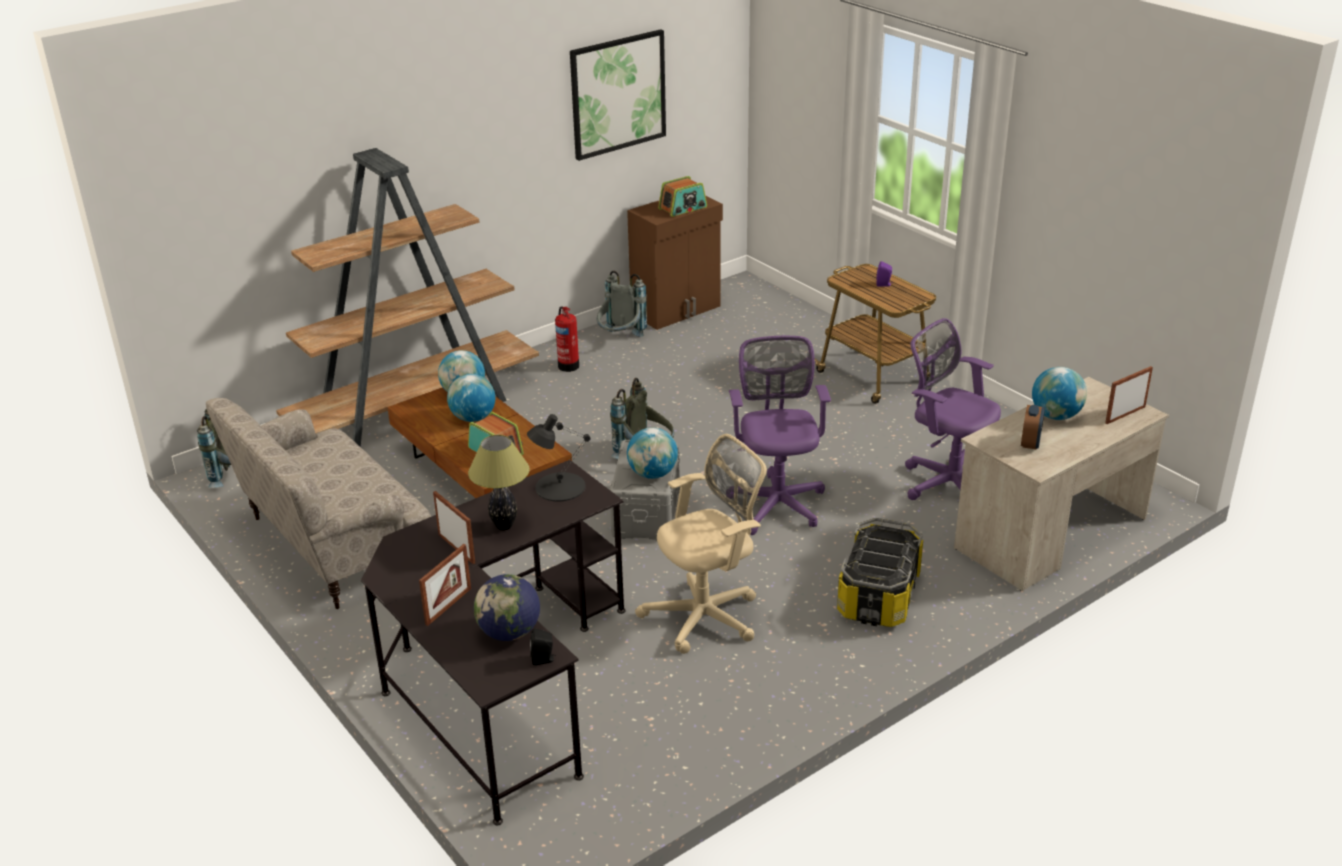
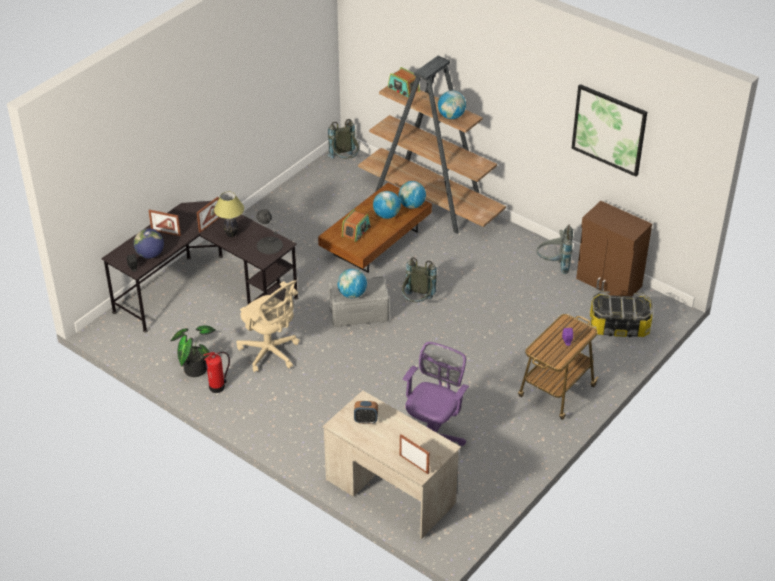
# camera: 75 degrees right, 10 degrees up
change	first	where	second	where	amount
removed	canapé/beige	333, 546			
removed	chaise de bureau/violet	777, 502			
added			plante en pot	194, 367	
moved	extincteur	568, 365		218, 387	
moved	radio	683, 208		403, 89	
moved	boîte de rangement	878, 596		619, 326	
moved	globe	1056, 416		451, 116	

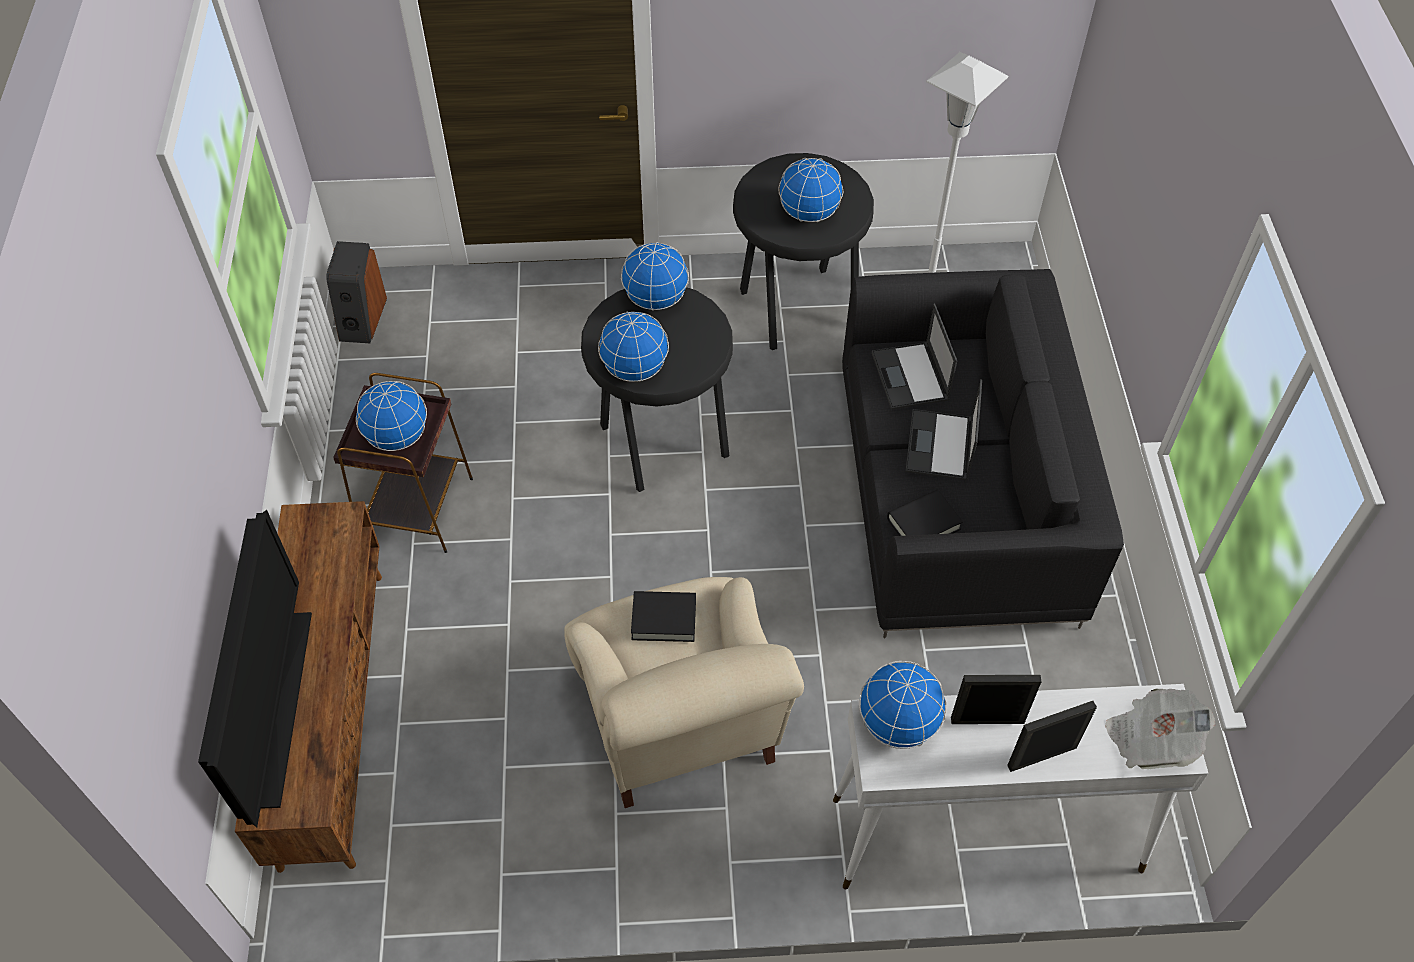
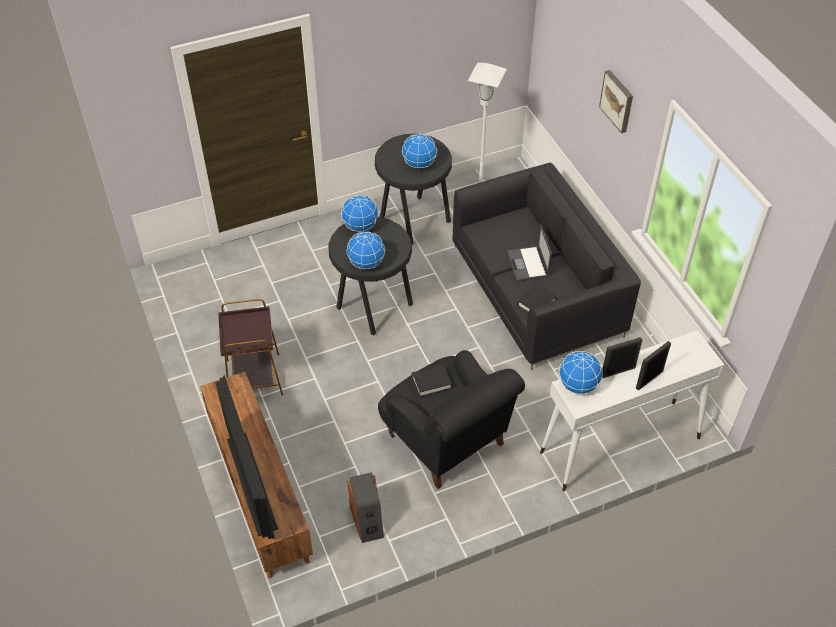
# camera: 20 degrees left, 5 degrees down
change	first	where	second	where	amount
removed	globe	398, 437			
removed	ordinateur portable	910, 377			
removed	journal	1151, 739			
added			tableau	618, 101	
moved	enceinte	362, 318		367, 521	
recoloured	fauteuil/beige	679, 724	fauteuil/noir	447, 441	

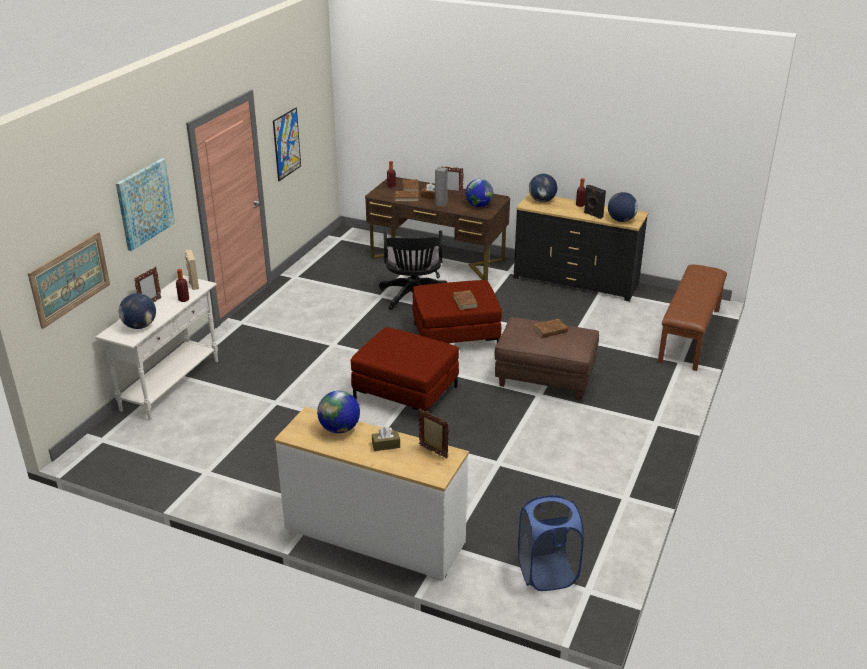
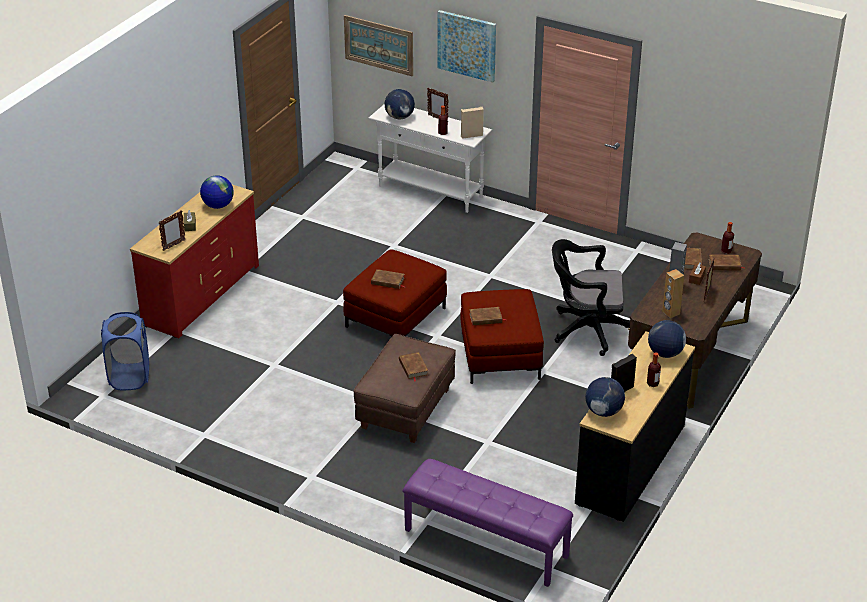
# camera: 95 degrees right, 5 degrees up
change	first	where	second	where	amount
removed	tableau	286, 144			
added			livre/marron	387, 281	
replaced	globe	479, 206	enceinte/marron	670, 313	
recoloured	commode/blanc	374, 536	commode/rouge	201, 295	
recoloured	banc/marron	690, 335	banc/violet	485, 543	

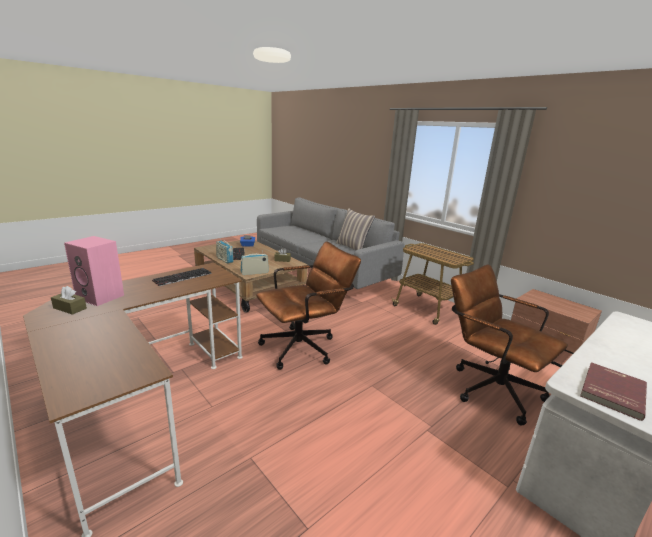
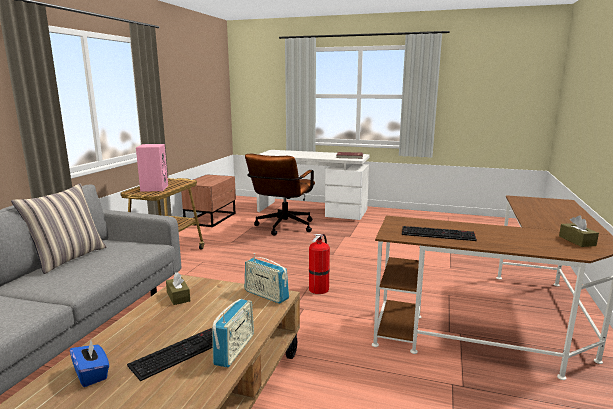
# camera: 120 degrees left, 5 degrees down
change	first	where	second	where	amount
moved	enceinte/rose	101, 296		154, 188	
replaced	chaise de bureau/marron	305, 346	extincteur	319, 289	

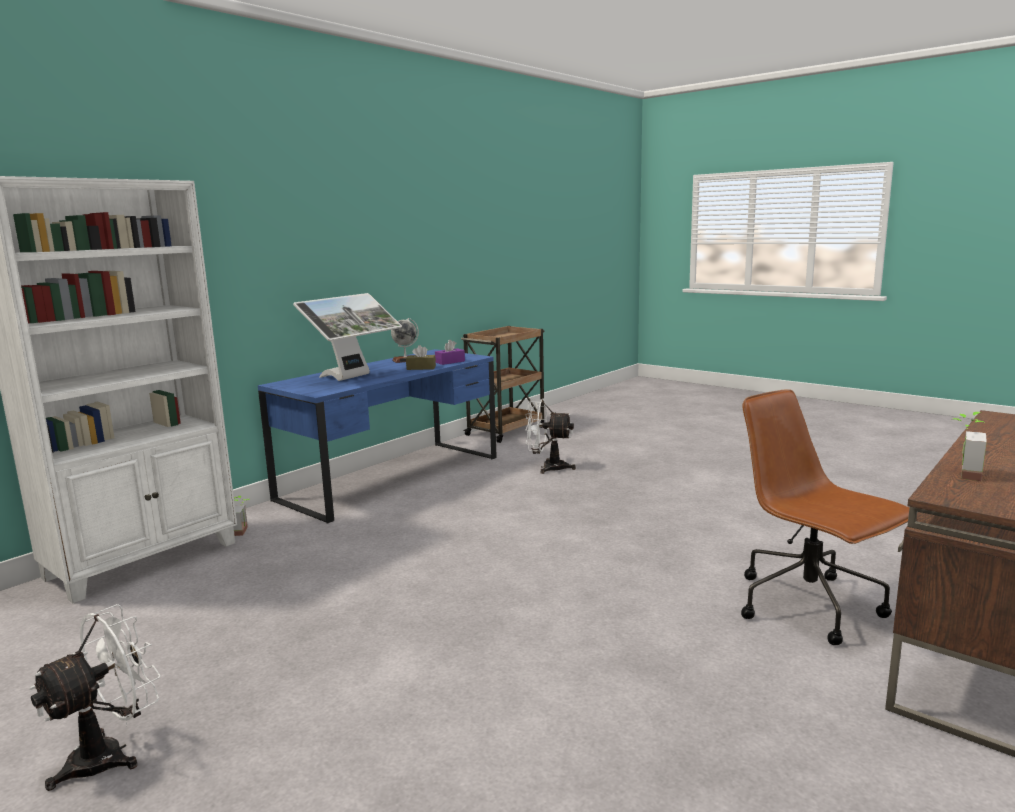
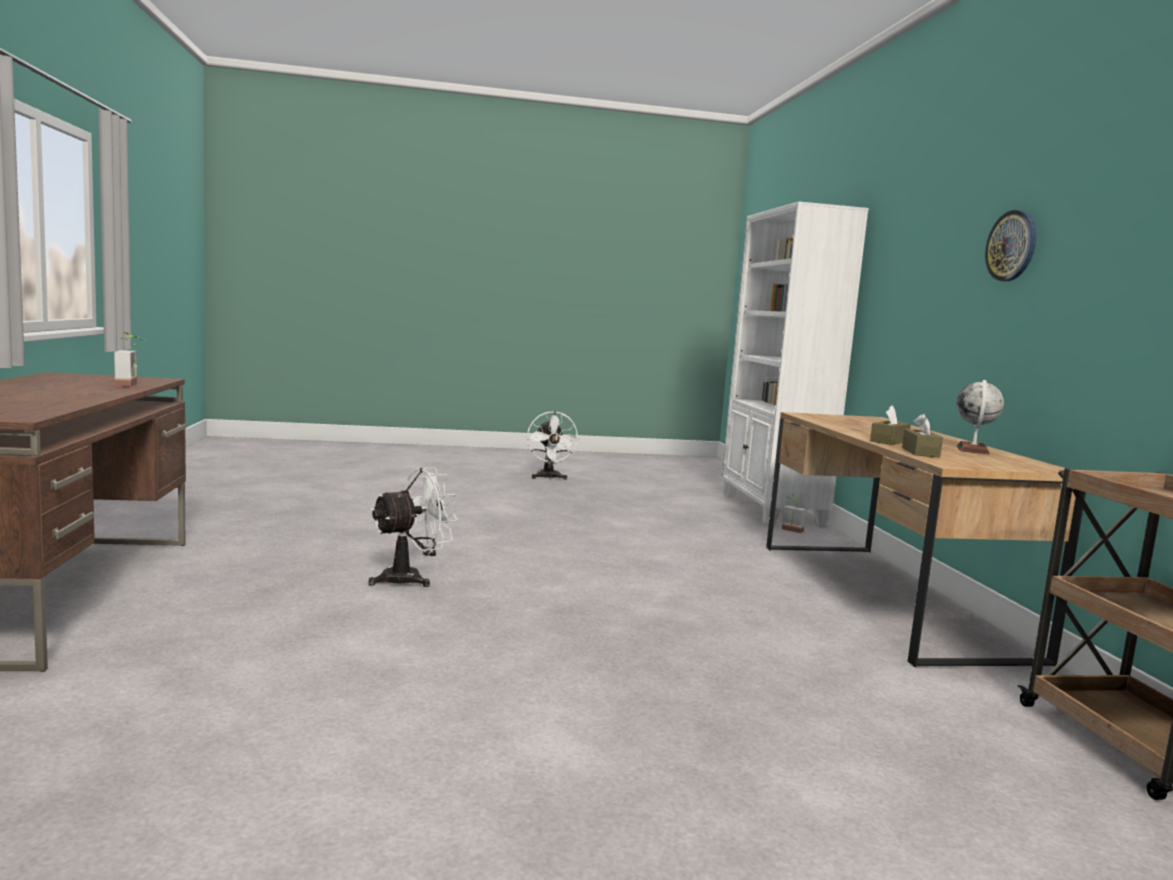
# camera: 130 degrees right, 5 degrees down
change	first	where	second	where	amount
removed	écran d'ordinateur	353, 377			
removed	chaise de bureau/marron	810, 606			
added			horloge murale	1012, 246	
moved	ventilateur/blanc	547, 467		411, 578	
recoloured	bureau/bleu	392, 478	bureau/marron	884, 596	
recoloured	boîte à mouchoirs/violet	450, 362	boîte à mouchoirs/marron	920, 452	

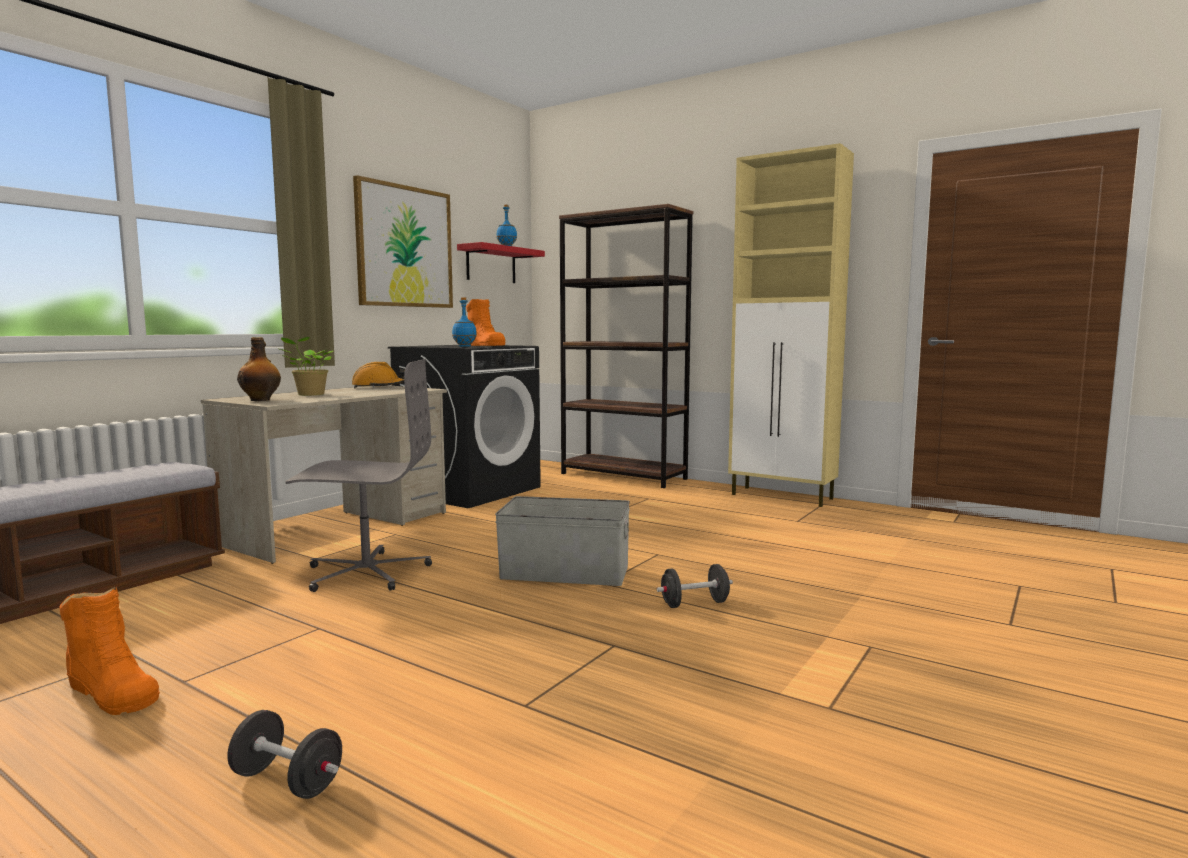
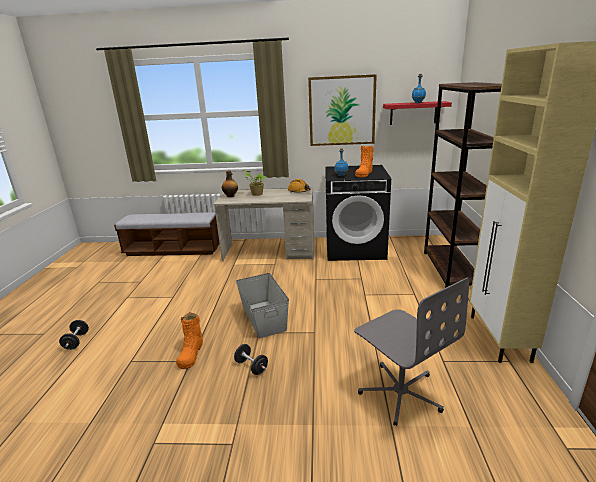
# camera: 60 degrees right, 15 degrees up
change	first	where	second	where	amount
moved	botte/orange	112, 692		191, 353	
moved	chaise de bureau/gris	366, 572		400, 393	

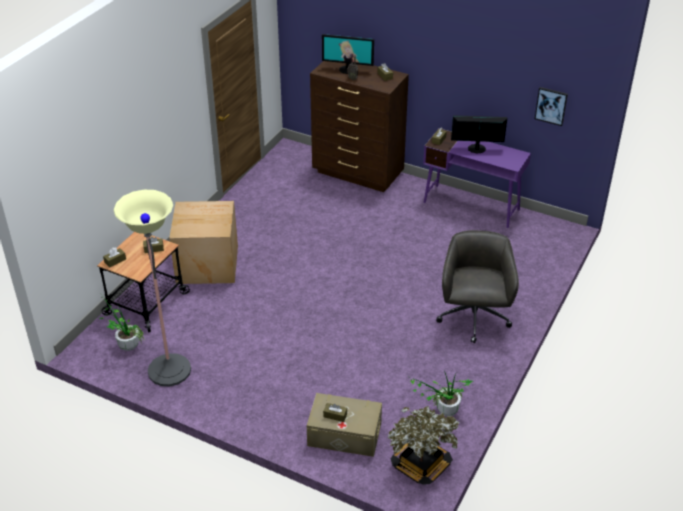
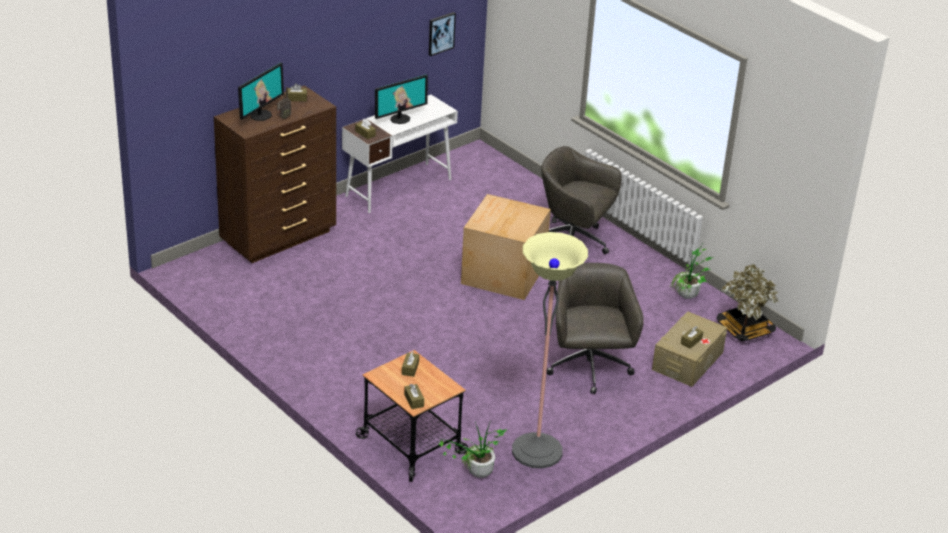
# camera: 70 degrees left, 5 degrees down
change	first	where	second	where	amount
added			chaise de bureau/gris	589, 368	
moved	carton	206, 263		502, 274	
recoloured	bureau/violet	471, 206	bureau/blanc	399, 187	
turned	écran d'ordinateur	476, 149		400, 119	150 degrees counterclockwise

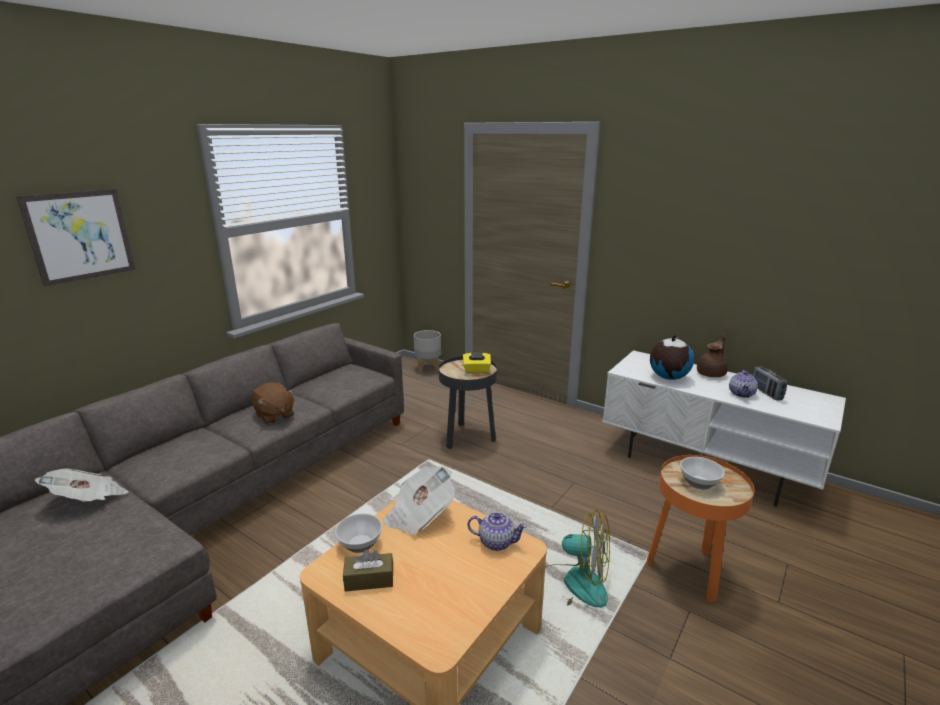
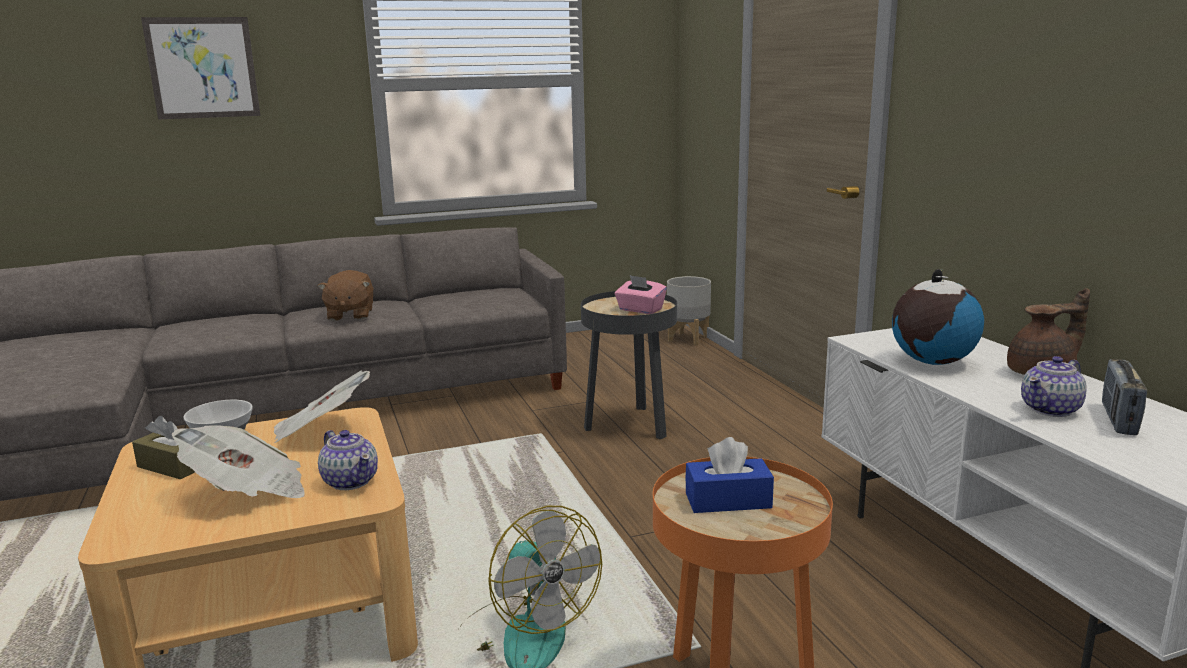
# camera: 35 degrees right, 5 degrees down
change	first	where	second	where	amount
moved	journal	89, 500		248, 491	
replaced	bol	699, 483	boîte à mouchoirs/bleu	728, 500	
recoloured	boîte à mouchoirs/jaune	476, 370	boîte à mouchoirs/rose	640, 310	

